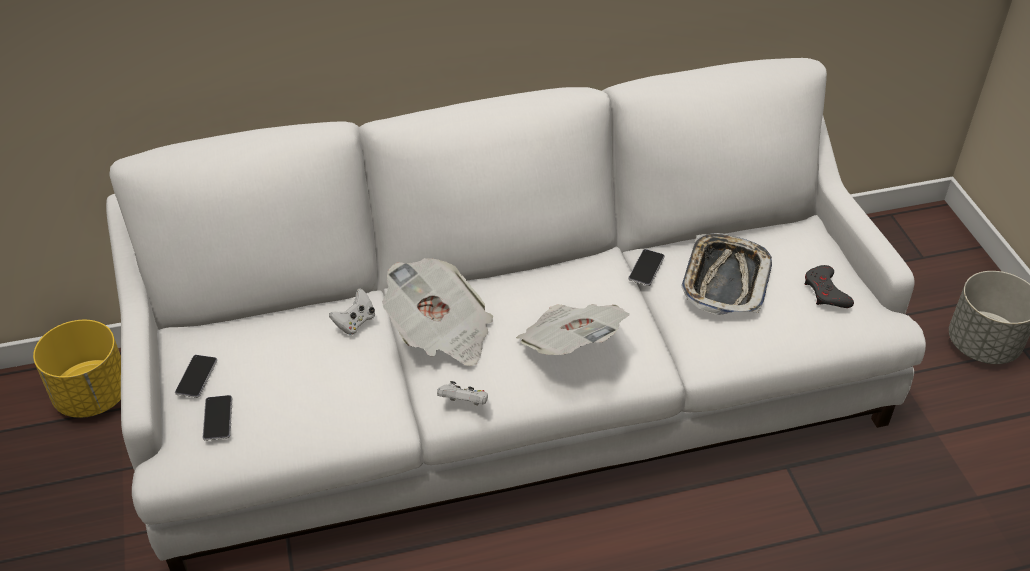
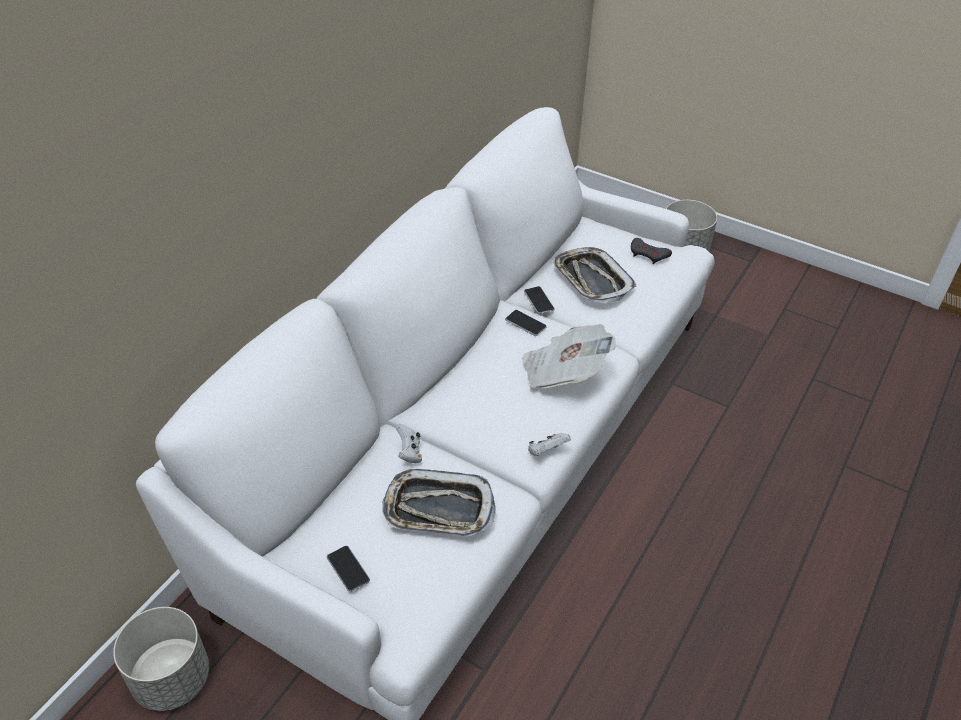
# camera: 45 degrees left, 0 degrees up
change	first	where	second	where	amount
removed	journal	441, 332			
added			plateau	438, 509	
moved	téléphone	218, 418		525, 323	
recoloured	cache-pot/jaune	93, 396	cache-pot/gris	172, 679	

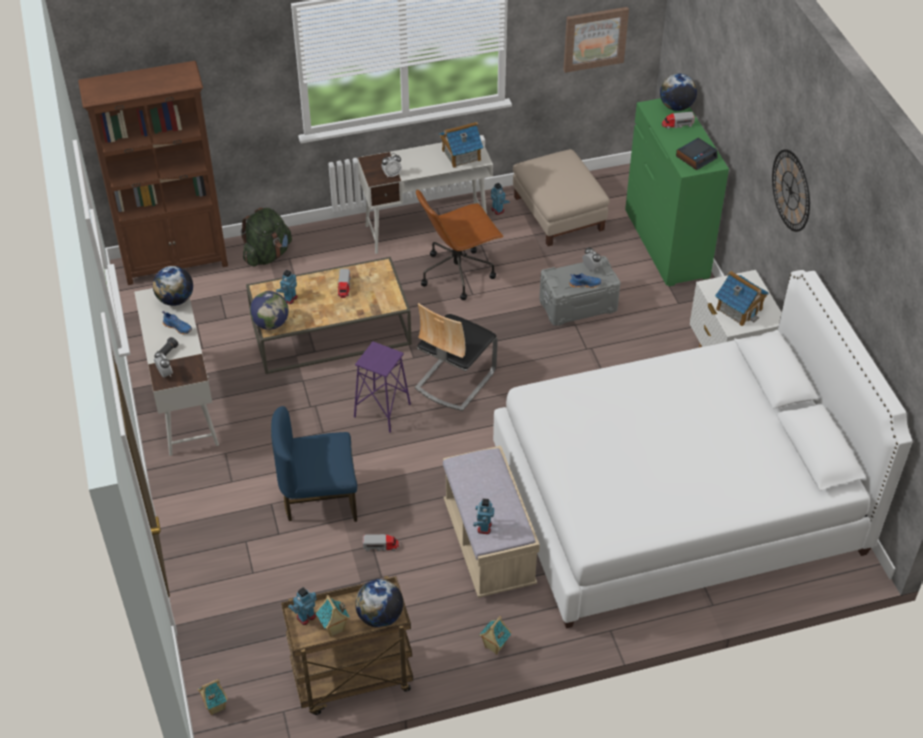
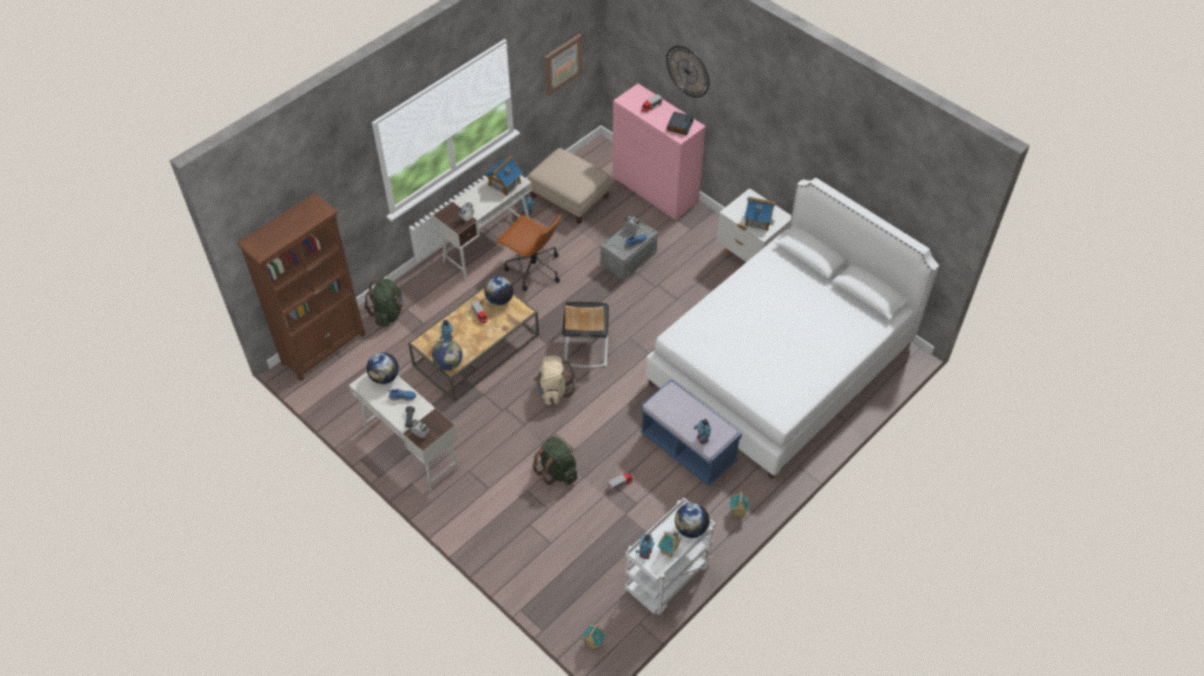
# camera: 30 degrees left, 5 degrees up
change	first	where	second	where	amount
moved	globe	676, 107		499, 300	
moved	horloge murale	791, 190		687, 71	
replaced	chaise/bleu	320, 498	sac à dos/vert	557, 471	
replaced	tabouret/violet	382, 411	sac à dos/beige	553, 391	
recoloured	chariot/marron	352, 680	chariot/blanc	667, 580	
recoloured	banc/beige	489, 545	banc/bleu	688, 448	
recoloured	commode/vert	666, 244	commode/rose	655, 190	
turned	chaise de bureau/marron	458, 273		533, 269	90 degrees counterclockwise

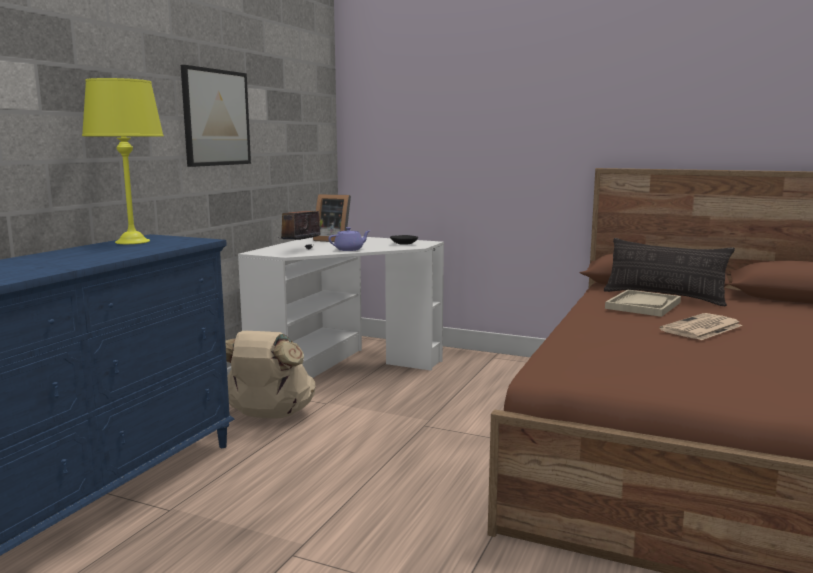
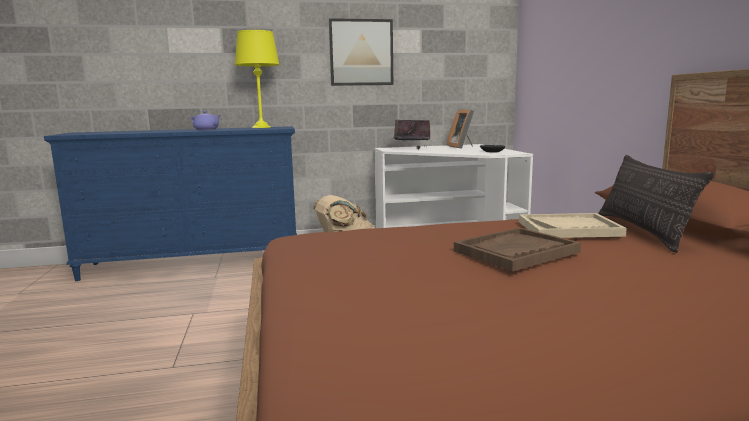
# camera: 55 degrees right, 0 degrees up
change	first	where	second	where	amount
moved	théière/violet	349, 249		206, 130	
replaced	journal	701, 328	plateau/marron	516, 251	

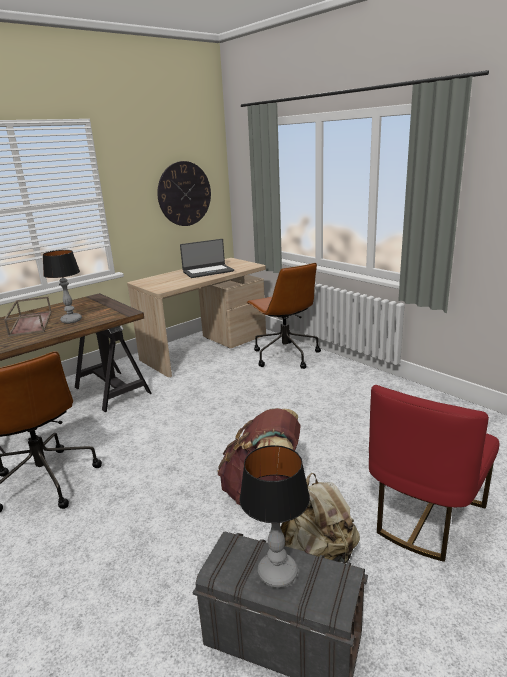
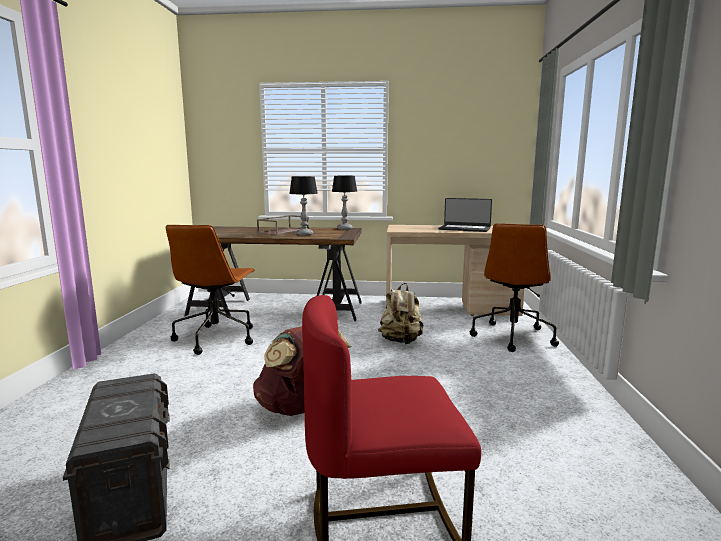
# camera: 45 degrees right, 10 degrees down
change	first	where	second	where	amount
removed	horloge murale	184, 194			
moved	lampe de table	278, 573		345, 229	
moved	sac à dos/beige	317, 556		401, 341	

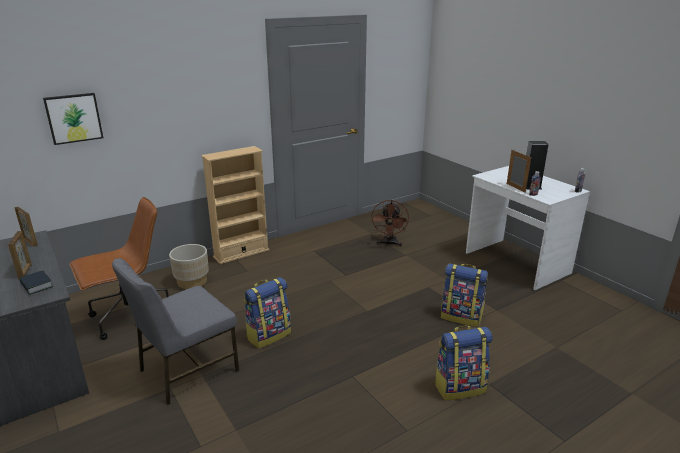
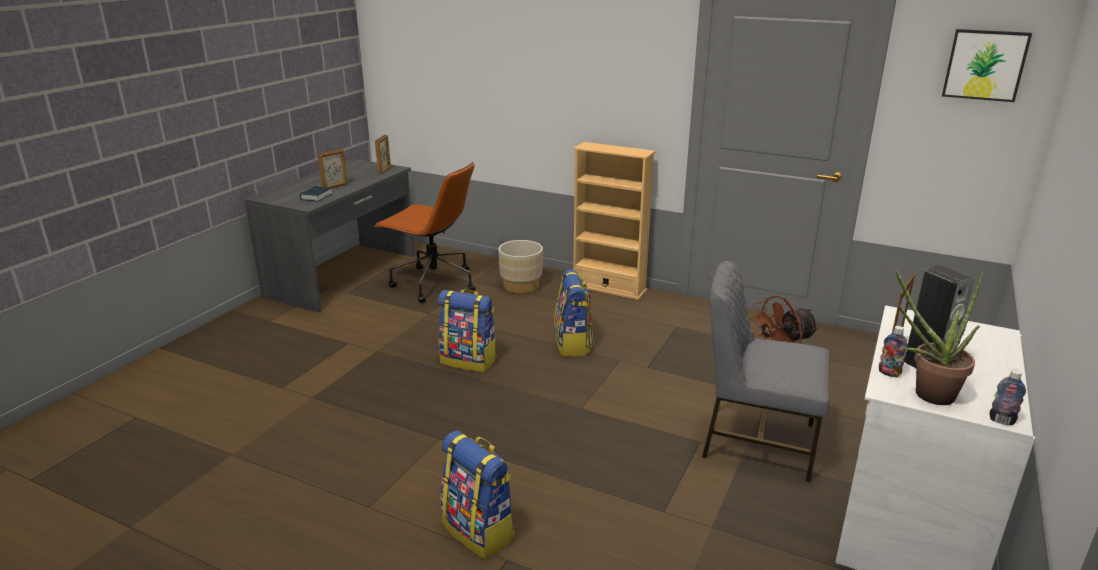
# camera: 60 degrees right, 0 degrees up
change	first	where	second	where	amount
added			plante en pot	926, 394	
moved	tableau	73, 118		985, 65	
moved	chaise/gris	187, 370		756, 441	
moved	sac à dos	461, 316		573, 344	

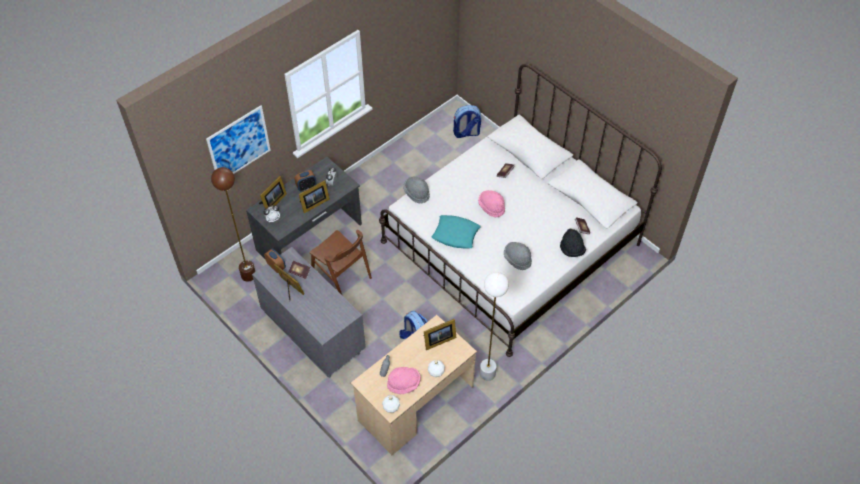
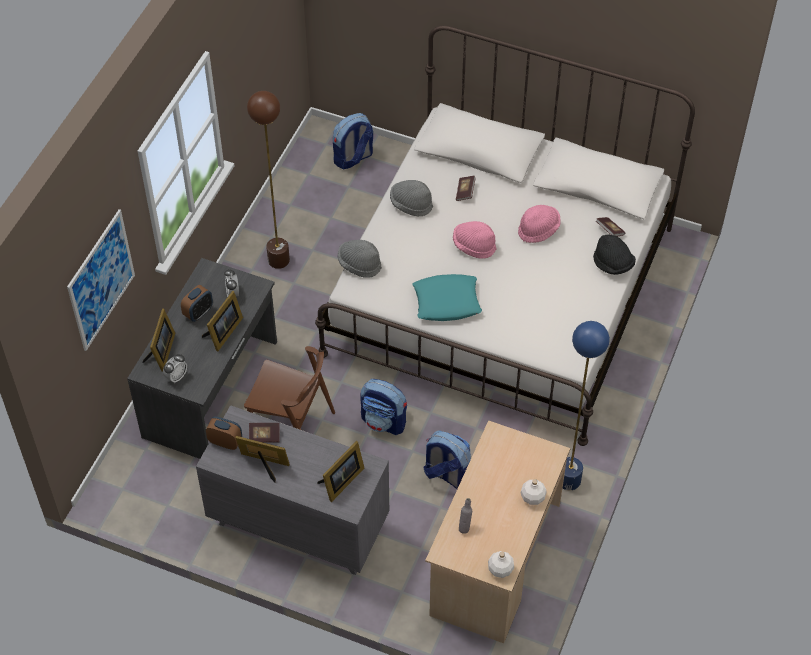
# camera: 25 degrees left, 0 degrees up
change	first	where	second	where	amount
added			sac à dos	384, 421	
moved	lampadaire/marron	248, 275		278, 260	
moved	chapeau/rose	404, 384		538, 230	
moved	cadre photo	438, 340		341, 482	
moved	chapeau/gris	517, 259		411, 204	
recoloured	lampadaire/blanc	487, 373	lampadaire/bleu	568, 480	

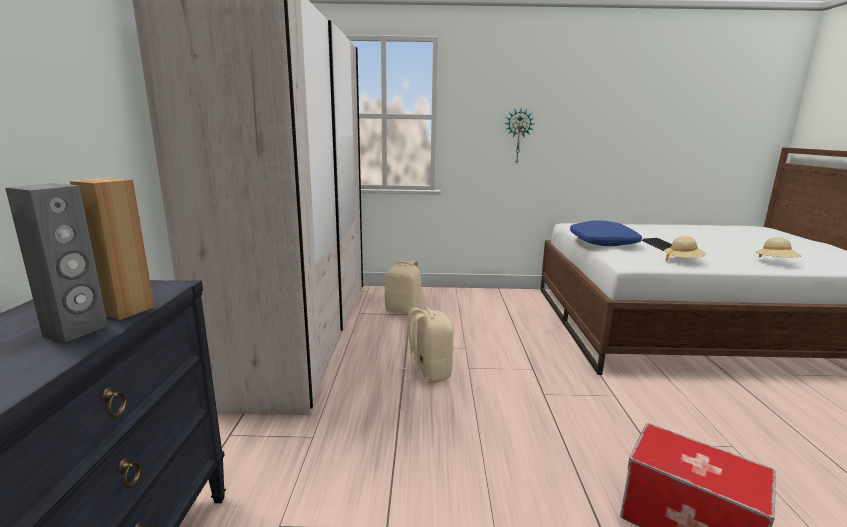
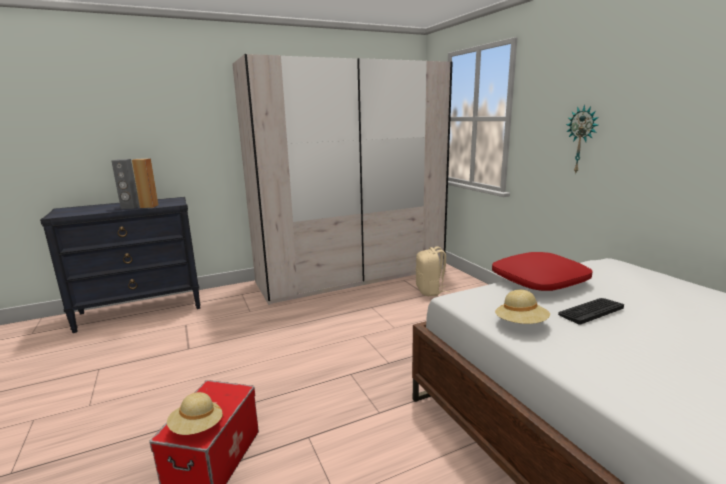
# camera: 65 degrees right, 0 degrees up
change	first	where	second	where	amount
removed	sac à dos/beige	428, 372			
moved	chapeau/beige	775, 262		197, 428	
recoloured	coussin/bleu	603, 242	coussin/rouge	539, 281	

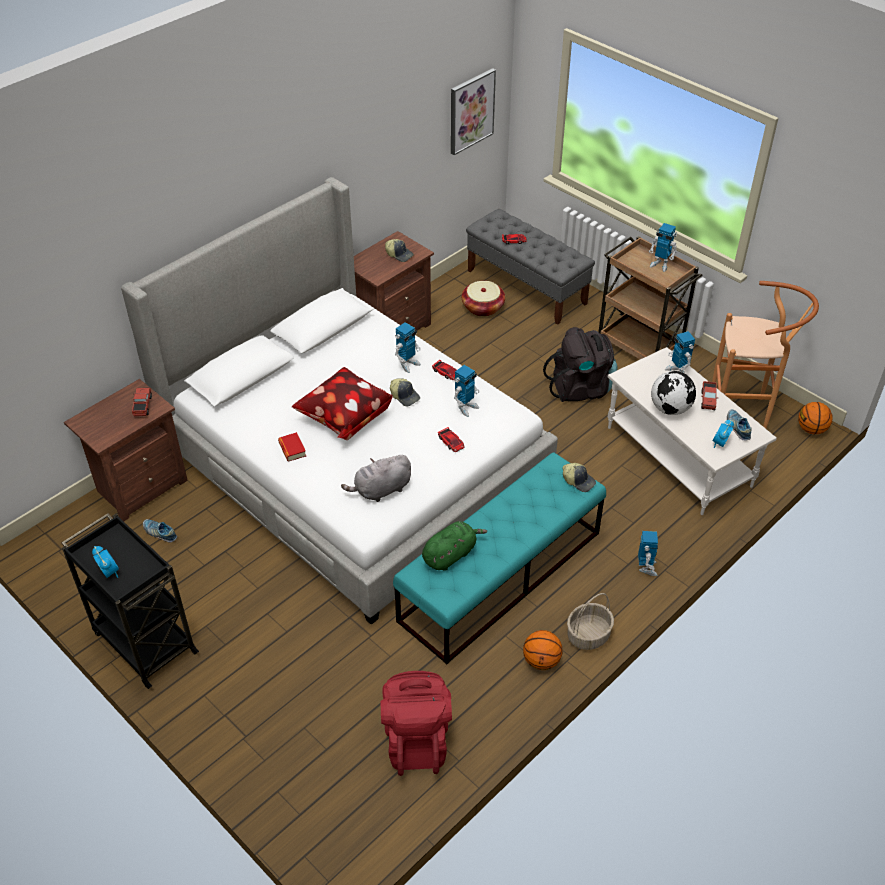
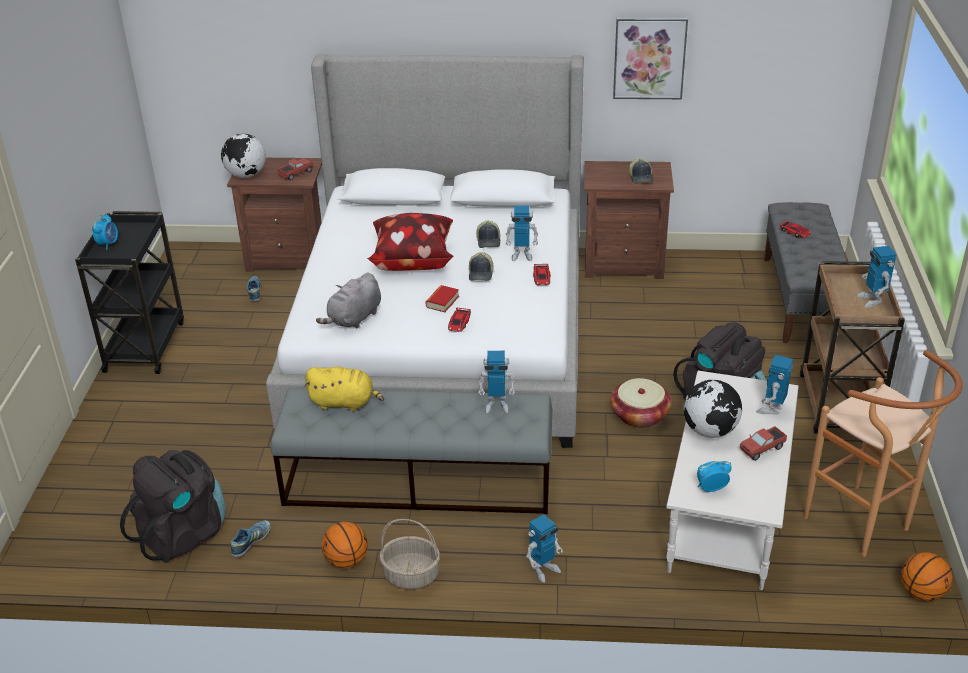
# camera: 50 degrees right, 10 degrees down
change	first	where	second	where	amount
added			globe	246, 175	
moved	livre	292, 449		442, 302	
moved	tableau	471, 111		649, 57	
moved	robot jouet	466, 407		497, 405	
moved	panier	483, 307		639, 415	
moved	casquette	578, 481		489, 241	
moved	chaussure	737, 428		251, 542	
recoloured	sac à dos/rouge	417, 739	sac à dos/noir	183, 534	
recoloured	banc/turquoise	501, 575	banc/gris	419, 482	
recoloured	peluche/vert	450, 554	peluche/jaune	344, 403	
turned	peluche/gris	381, 490		354, 319	75 degrees counterclockwise

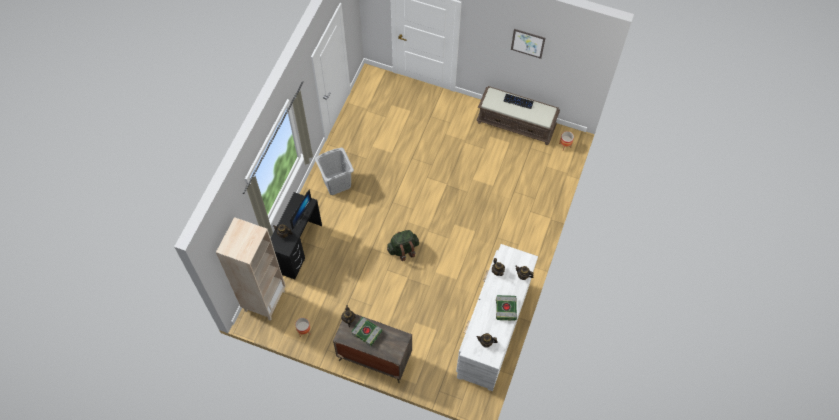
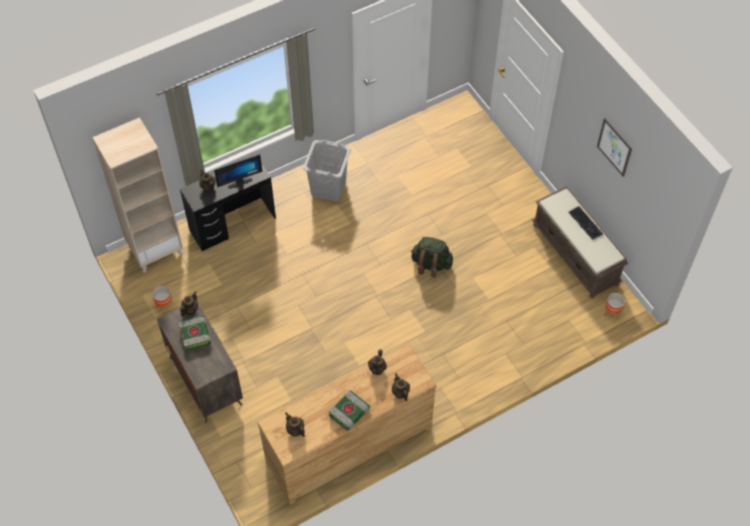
# camera: 40 degrees right, 5 degrees down
change	first	where	second	where	amount
moved	sac à dos/vert	403, 249		431, 264	
recoloured	commode/blanc	493, 330	commode/marron	348, 444	

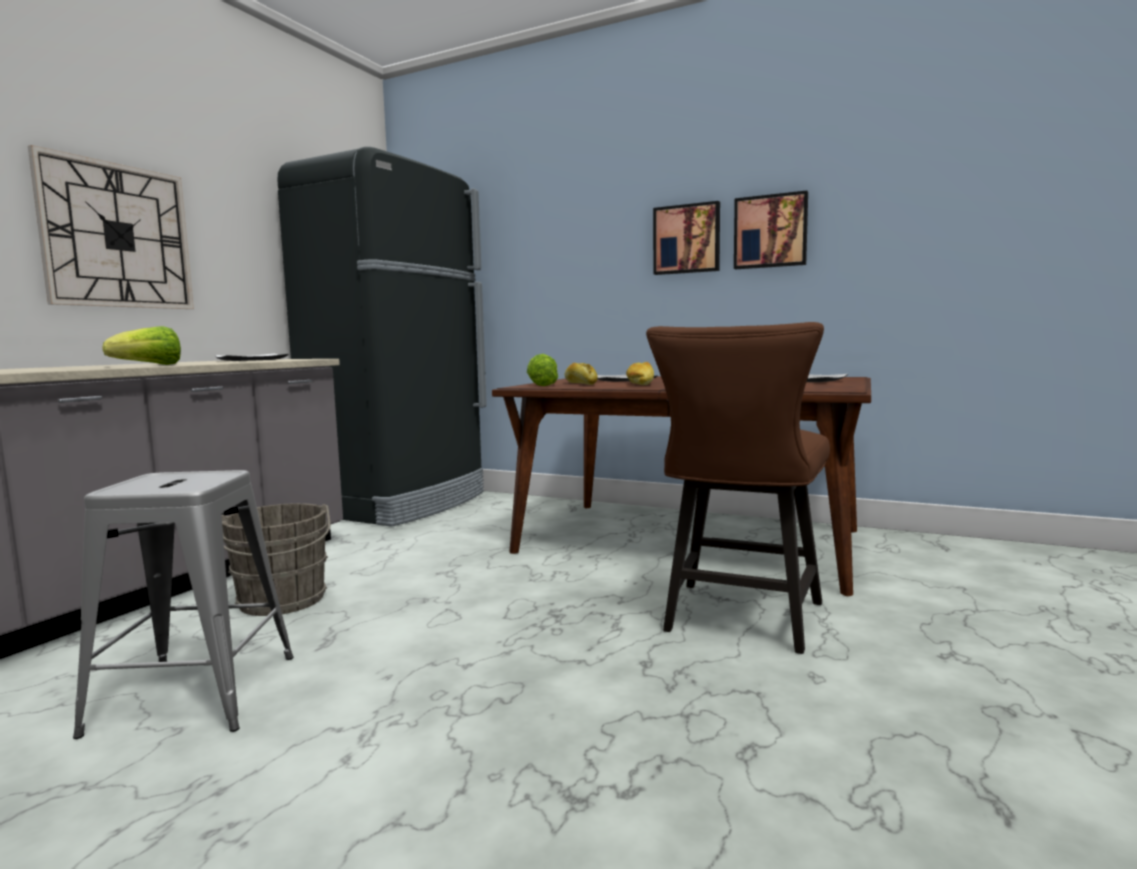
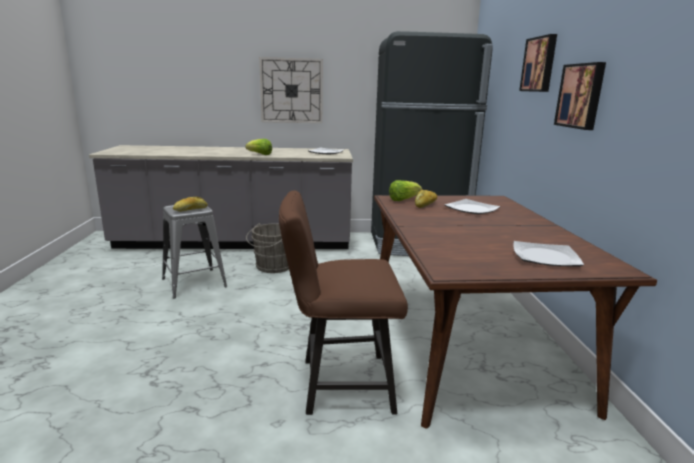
# camera: 60 degrees right, 10 degrees up
change	first	where	second	where	amount
moved	pain	639, 384		190, 210	
moved	tableau	770, 231		540, 64	

